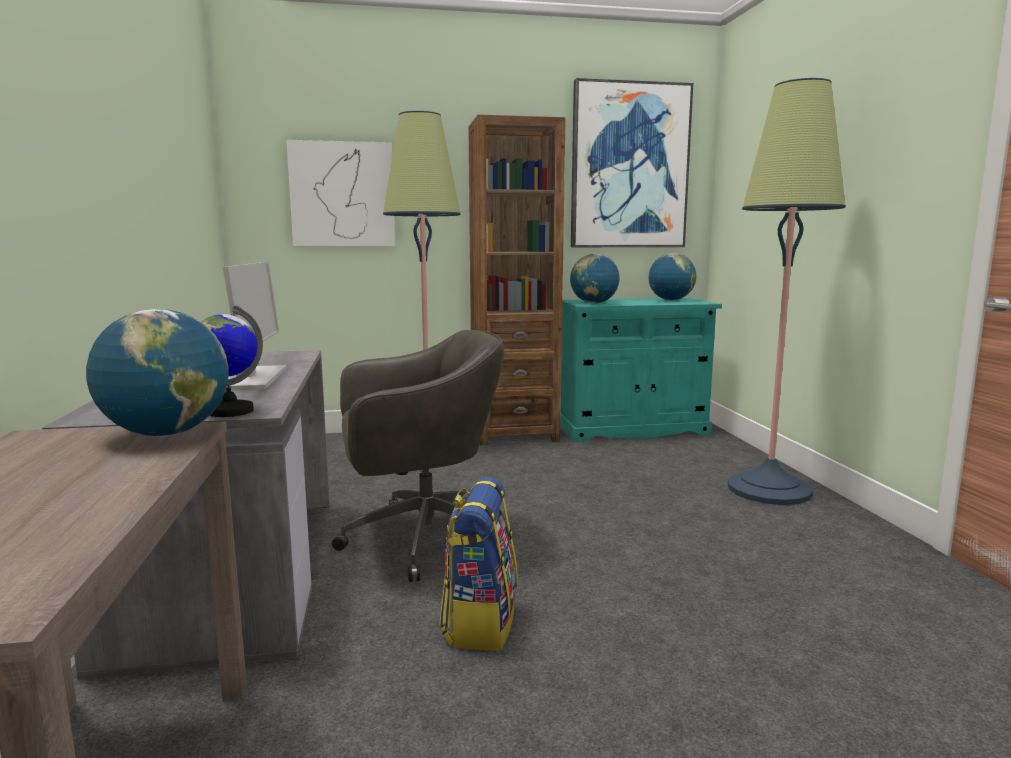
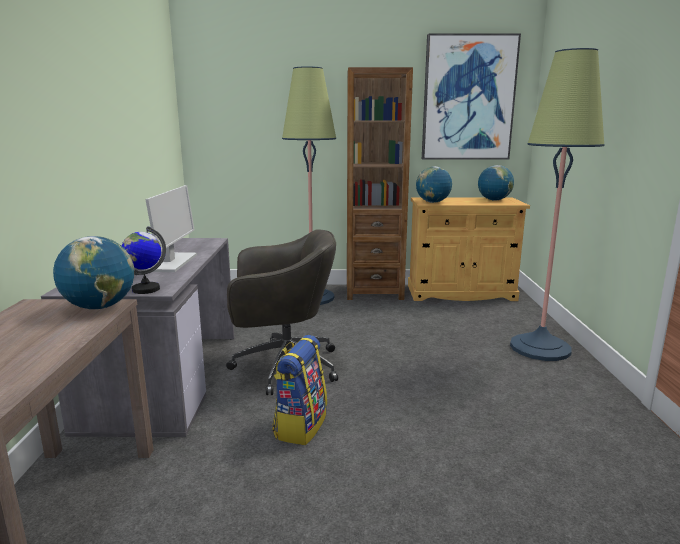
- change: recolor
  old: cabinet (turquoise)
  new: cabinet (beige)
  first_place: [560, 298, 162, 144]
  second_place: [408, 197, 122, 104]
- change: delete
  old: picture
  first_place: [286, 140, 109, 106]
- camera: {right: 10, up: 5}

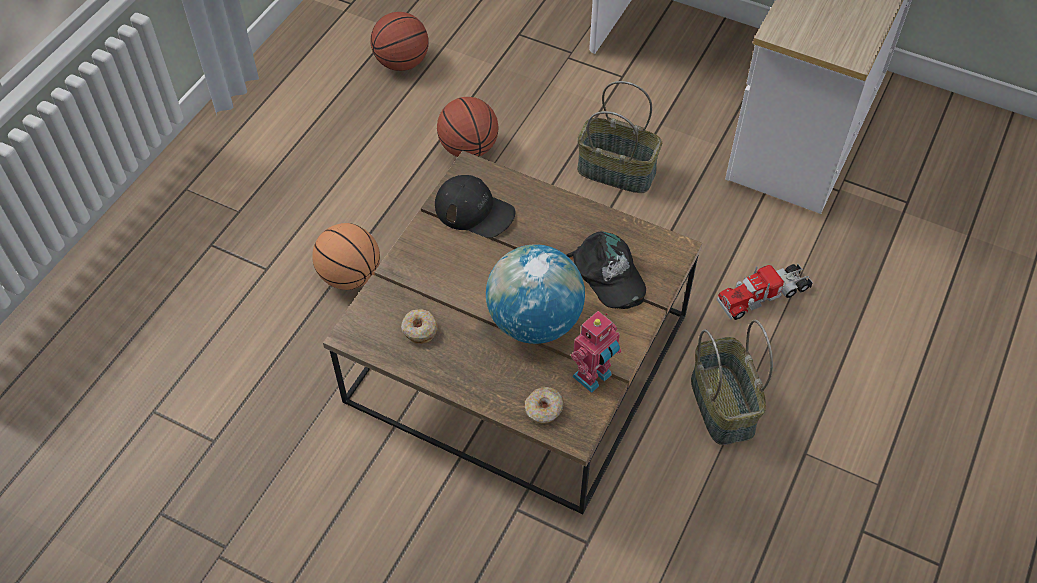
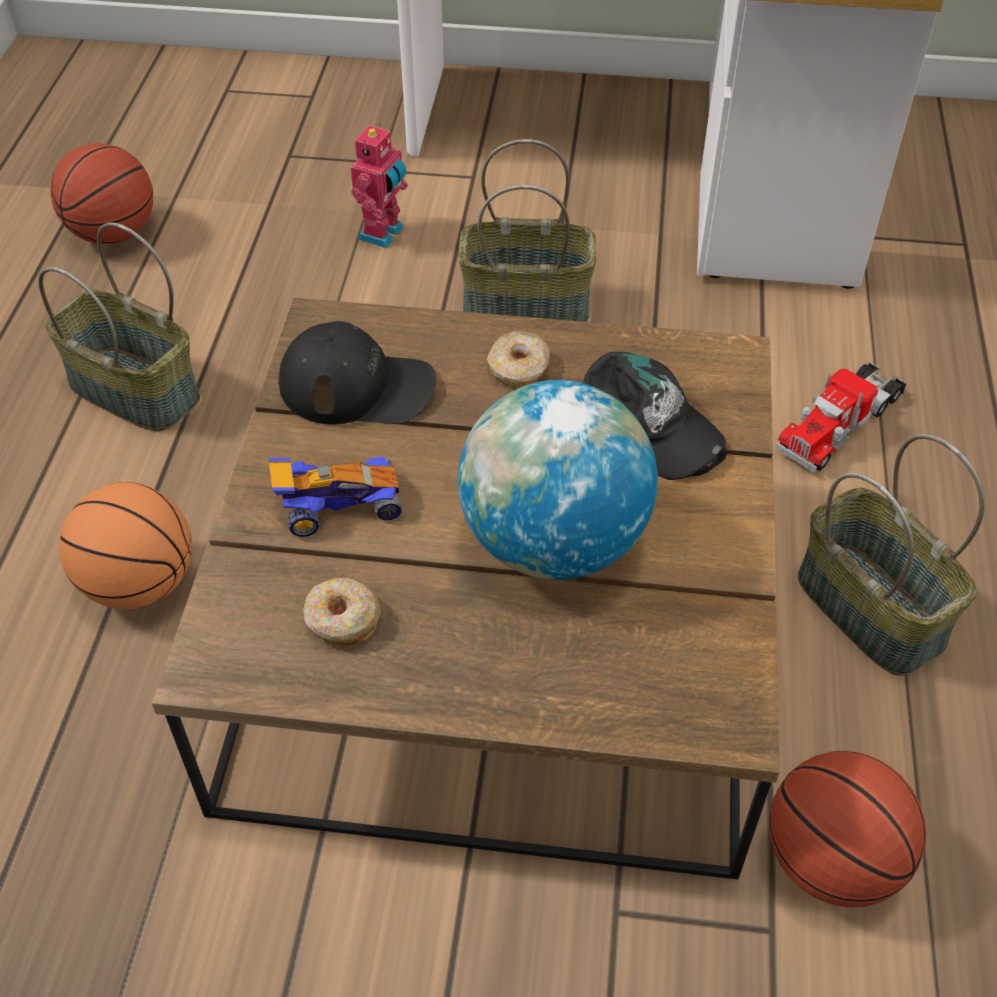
- change: insert
  new: basket
  second_place: [38, 222, 162, 209]
- change: insert
  new: toy car
  second_place: [268, 457, 134, 80]
- change: move
  old: toy robot
  first_place: [571, 311, 51, 82]
  second_place: [351, 123, 57, 125]
- change: move
  old: donut
  first_place: [525, 387, 39, 37]
  second_place: [487, 331, 63, 55]
- change: move
  old: basketball
  first_place: [437, 97, 62, 60]
  second_place: [769, 751, 157, 156]
- camera: {right: -20, up: -5}

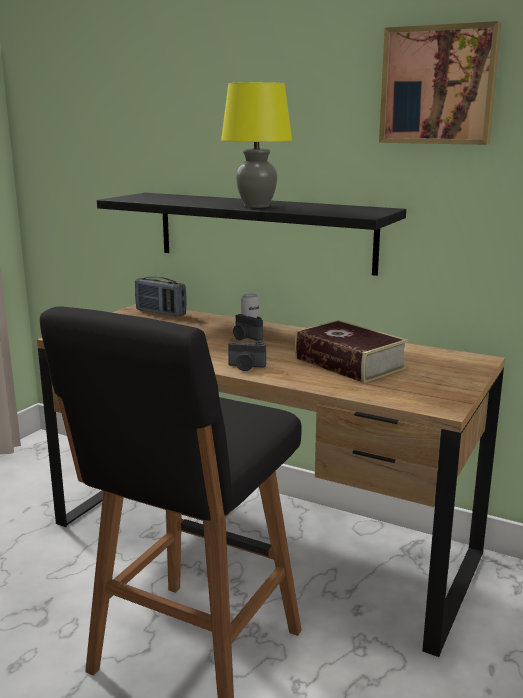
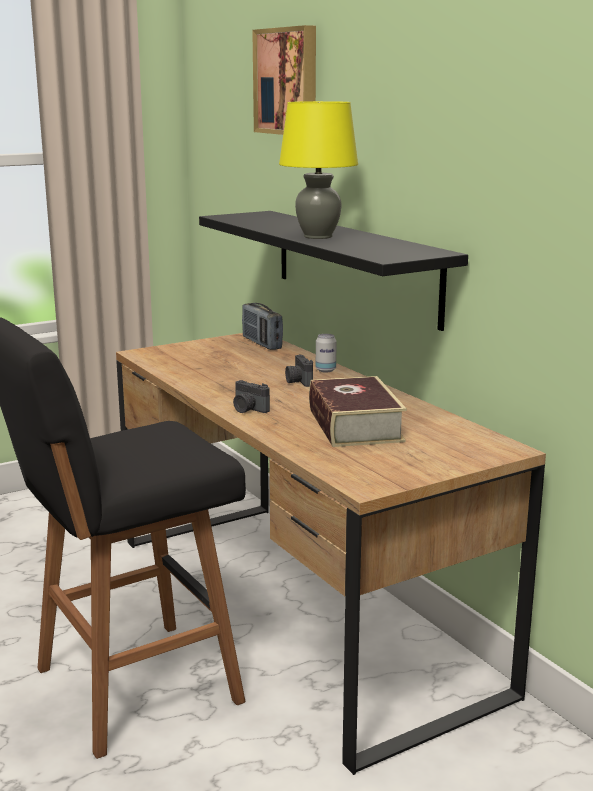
- change: move
  old: picture
  first_place: [379, 21, 122, 124]
  second_place: [252, 25, 64, 110]
- camera: {right: 30, up: 0}

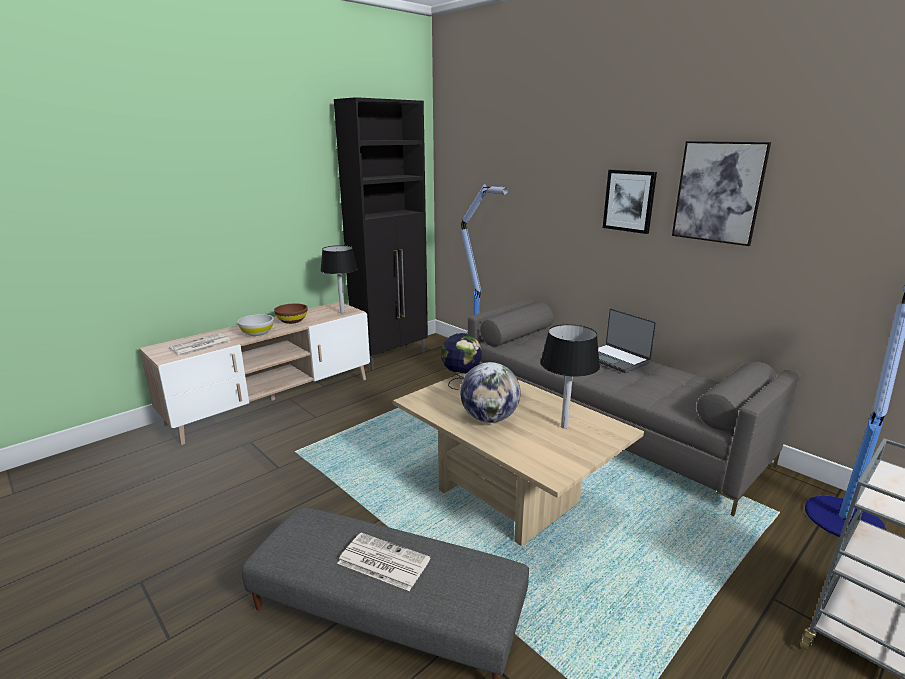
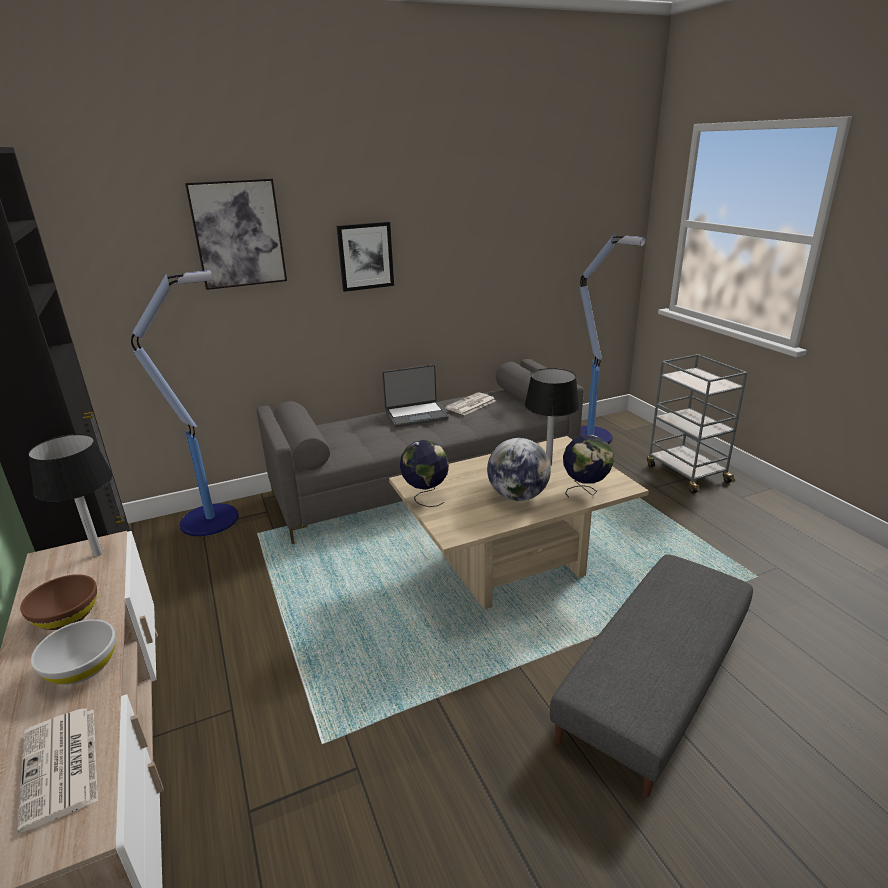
- change: move
  old: picture
  first_place: [672, 141, 99, 105]
  second_place: [185, 179, 102, 111]
- change: move
  old: newspaper
  first_place: [337, 533, 93, 58]
  second_place: [445, 392, 51, 23]
- change: insert
  new: globe
  second_place: [563, 435, 51, 63]
- camera: {right: -70, up: 5}

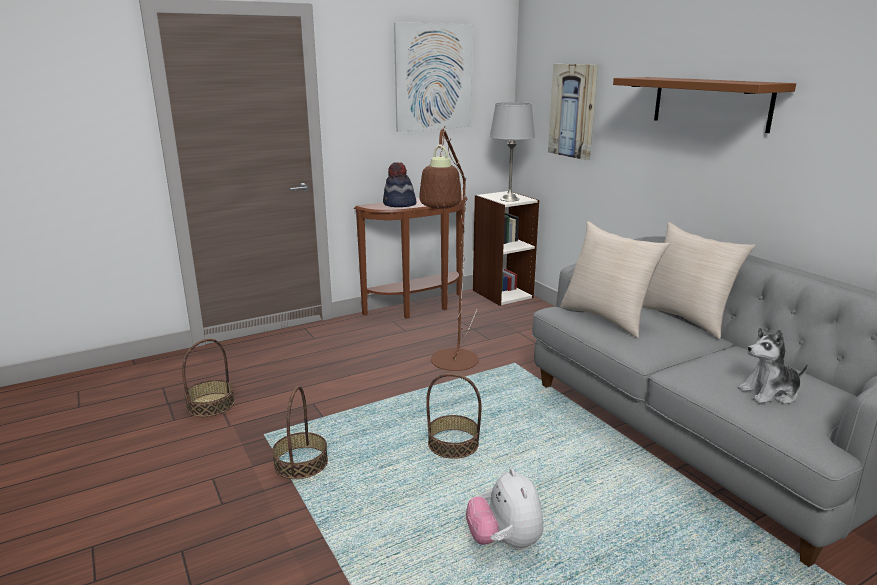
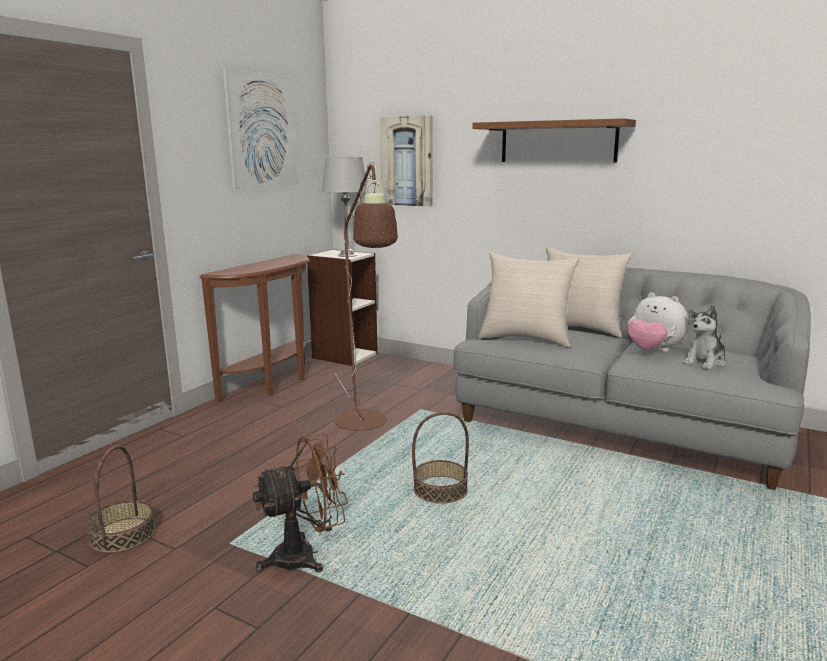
- change: replace
  old: basket
  new: fan (brown)
  first_place: [272, 386, 56, 93]
  second_place: [253, 433, 95, 140]
- change: move
  old: plush toy
  first_place: [466, 468, 77, 82]
  second_place: [627, 293, 61, 59]
- change: delete
  old: hat
  first_place: [383, 162, 34, 45]
- camera: {right: -30, up: -5}

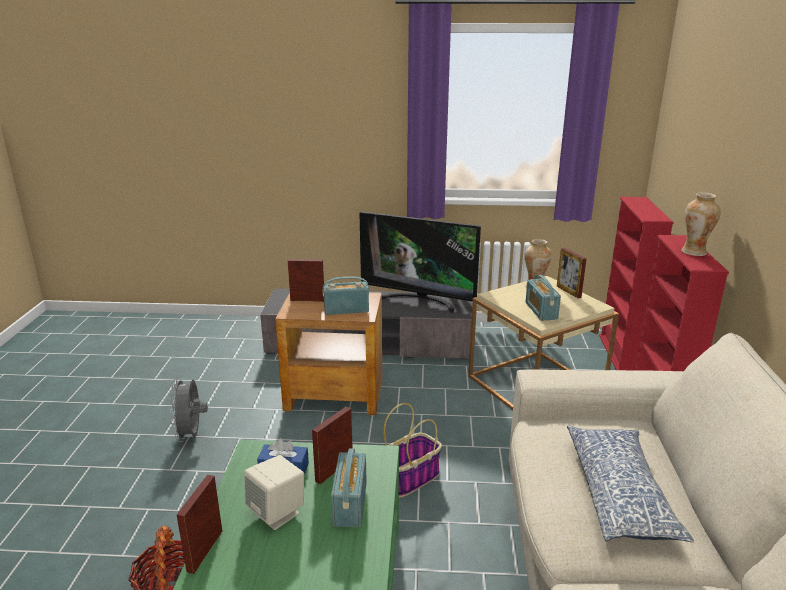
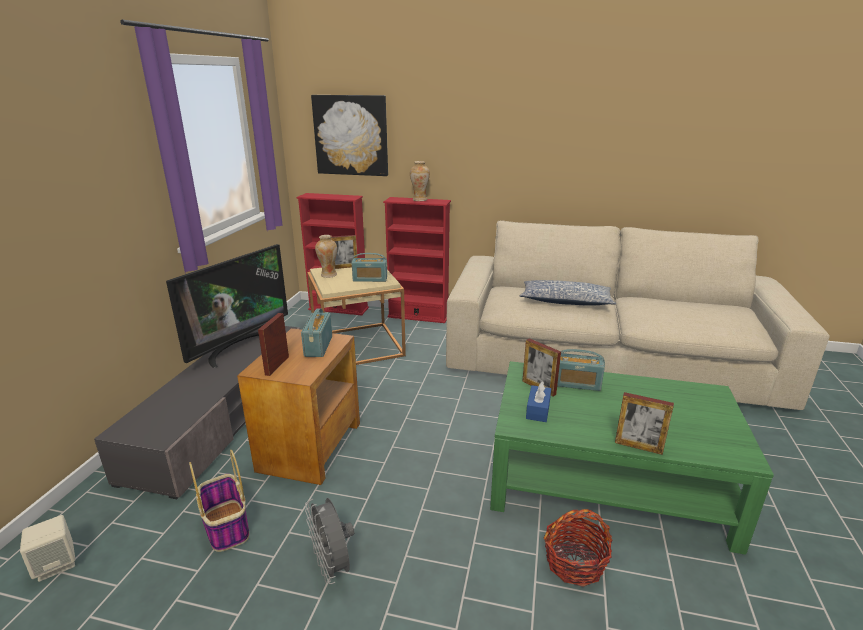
- change: move
  old: speaker (beige)
  first_place: [244, 455, 60, 75]
  second_place: [20, 515, 55, 67]
- change: move
  old: basket
  first_place: [384, 403, 58, 94]
  second_place: [189, 450, 60, 102]
- change: rotate
  old: fan (grey)
  first_place: [170, 376, 38, 66]
  second_place: [305, 498, 49, 86]
  degrees: 60
- change: insert
  new: picture
  second_place: [311, 95, 77, 81]
- camera: {right: -80, up: 0}

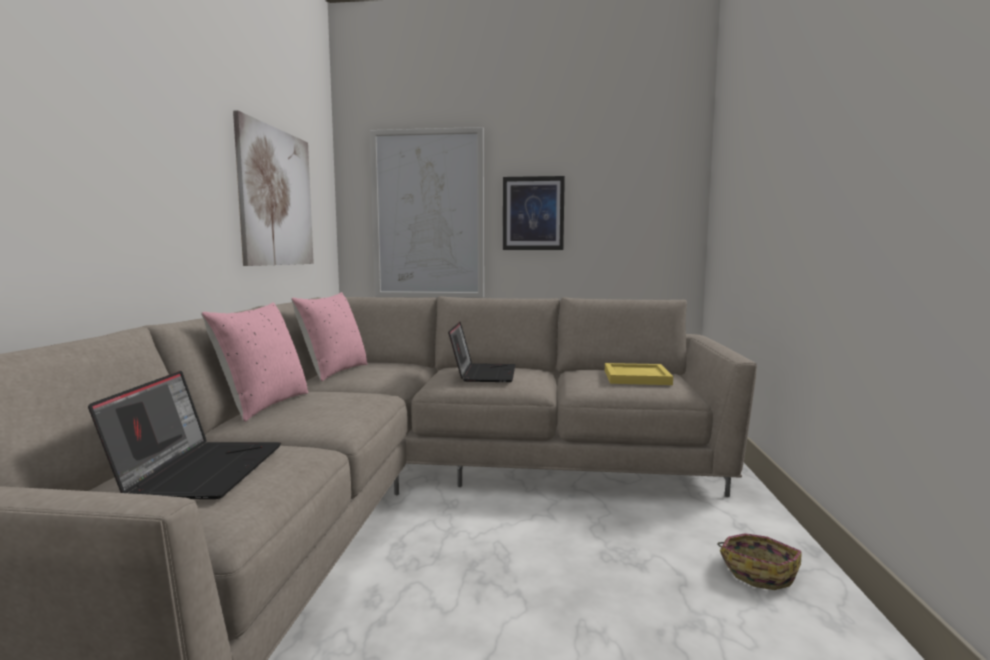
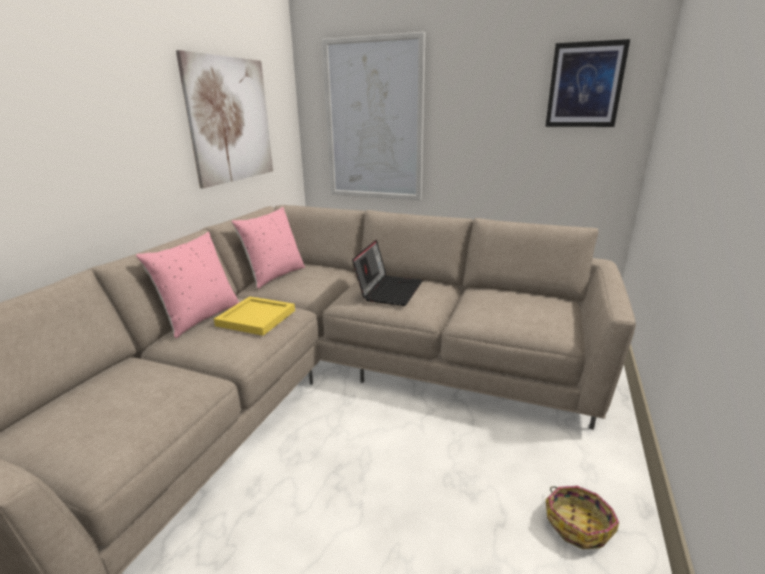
- change: move
  old: tray (yellow)
  first_place: [605, 363, 68, 22]
  second_place: [214, 296, 81, 40]
- change: move
  old: picture
  first_place: [503, 176, 62, 74]
  second_place: [545, 39, 85, 88]
- change: delete
  old: laptop
  first_place: [88, 371, 193, 128]
- camera: {right: 15, up: 15}

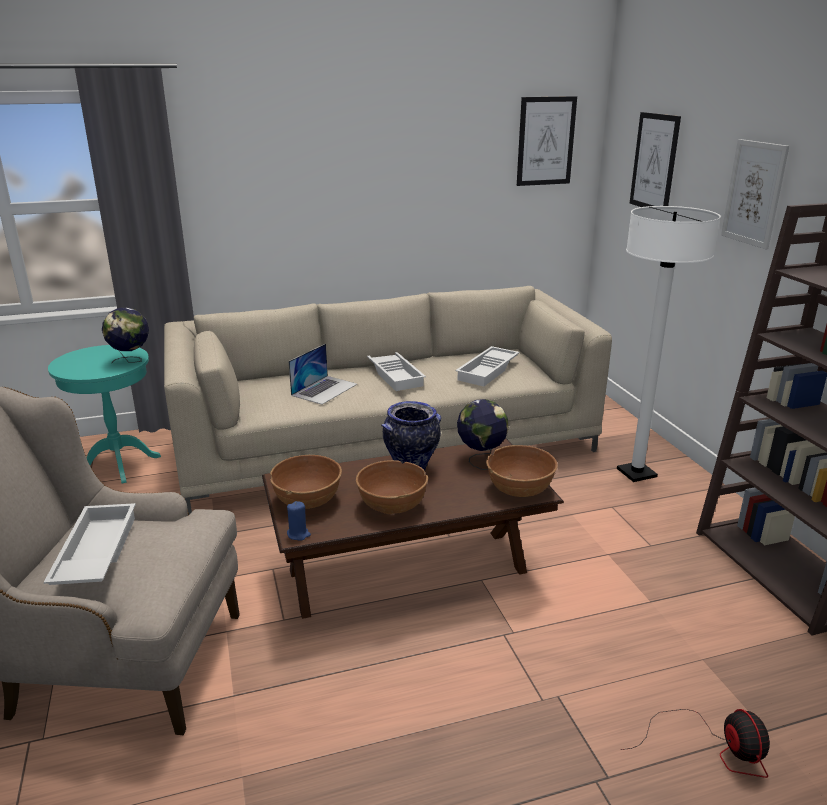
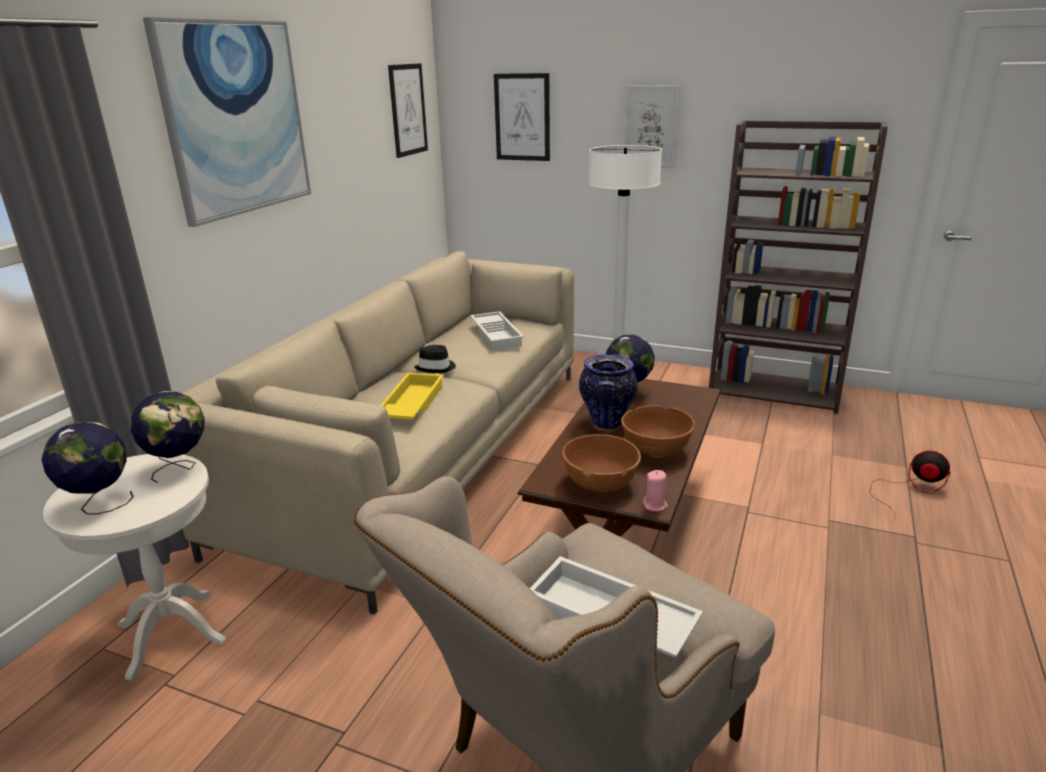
- change: insert
  new: globe
  second_place: [42, 422, 92, 92]
- change: recolor
  old: side table (turquoise)
  new: side table (white)
  first_place: [48, 345, 113, 139]
  second_place: [43, 454, 184, 227]
- change: insert
  new: picture
  second_place: [143, 17, 168, 210]
- change: replace
  old: laptop
  new: tray (yellow)
  first_place: [289, 344, 68, 60]
  second_place: [381, 373, 63, 47]
- change: replace
  old: tray (white)
  new: hat (black)
  first_place: [367, 352, 59, 39]
  second_place: [414, 345, 42, 28]
- change: recolor
  old: candle (blue)
  new: candle (pink)
  first_place: [287, 501, 24, 40]
  second_place: [643, 470, 25, 41]
- change: delete
  old: bowl (brown)
  first_place: [486, 445, 72, 52]
- camera: {right: -50, up: 0}

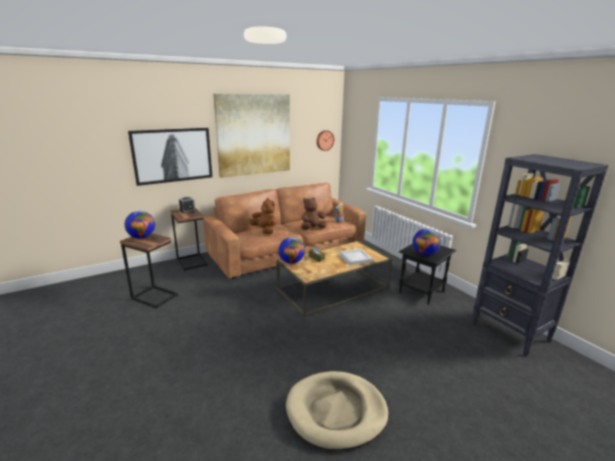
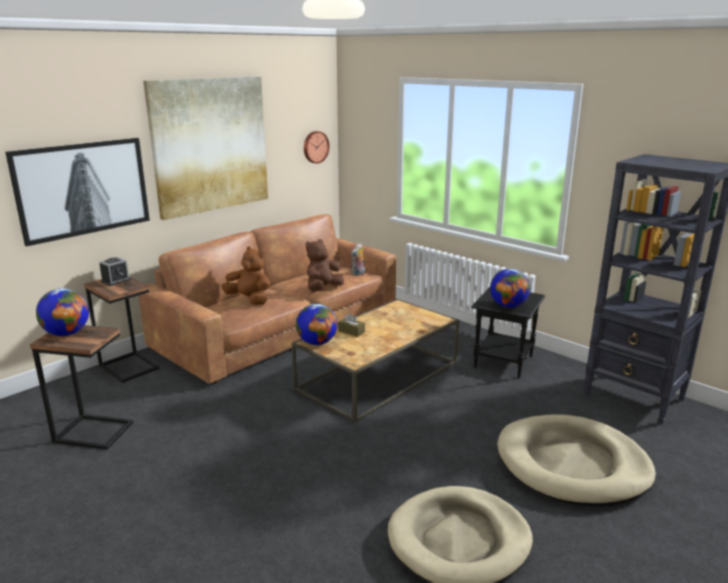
- change: insert
  new: dog bed (beige)
  second_place: [497, 414, 159, 92]
- change: delete
  old: tray (white)
  first_place: [339, 249, 34, 16]
- camera: {right: -15, up: 0}

